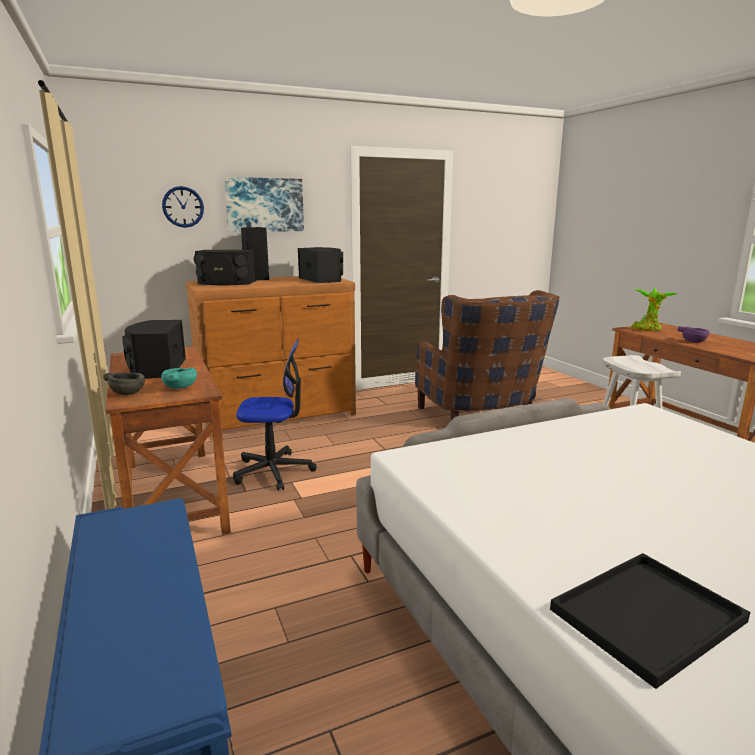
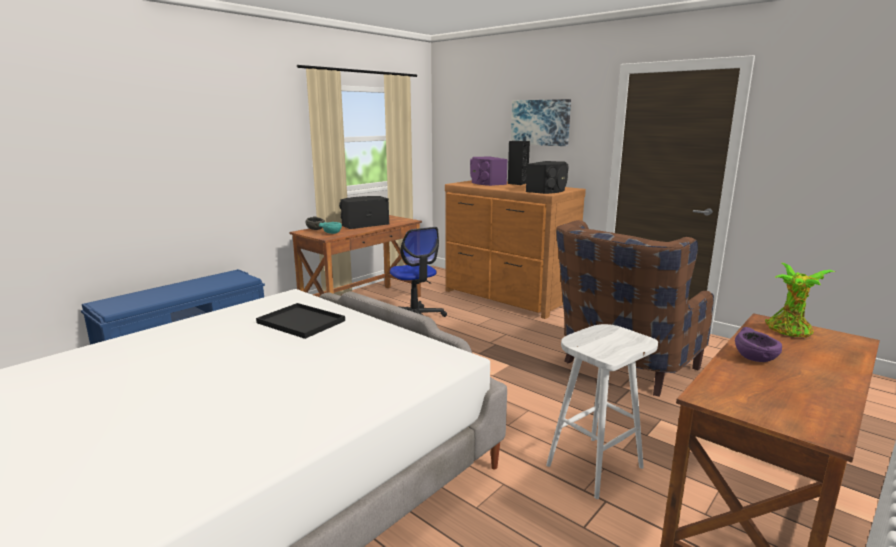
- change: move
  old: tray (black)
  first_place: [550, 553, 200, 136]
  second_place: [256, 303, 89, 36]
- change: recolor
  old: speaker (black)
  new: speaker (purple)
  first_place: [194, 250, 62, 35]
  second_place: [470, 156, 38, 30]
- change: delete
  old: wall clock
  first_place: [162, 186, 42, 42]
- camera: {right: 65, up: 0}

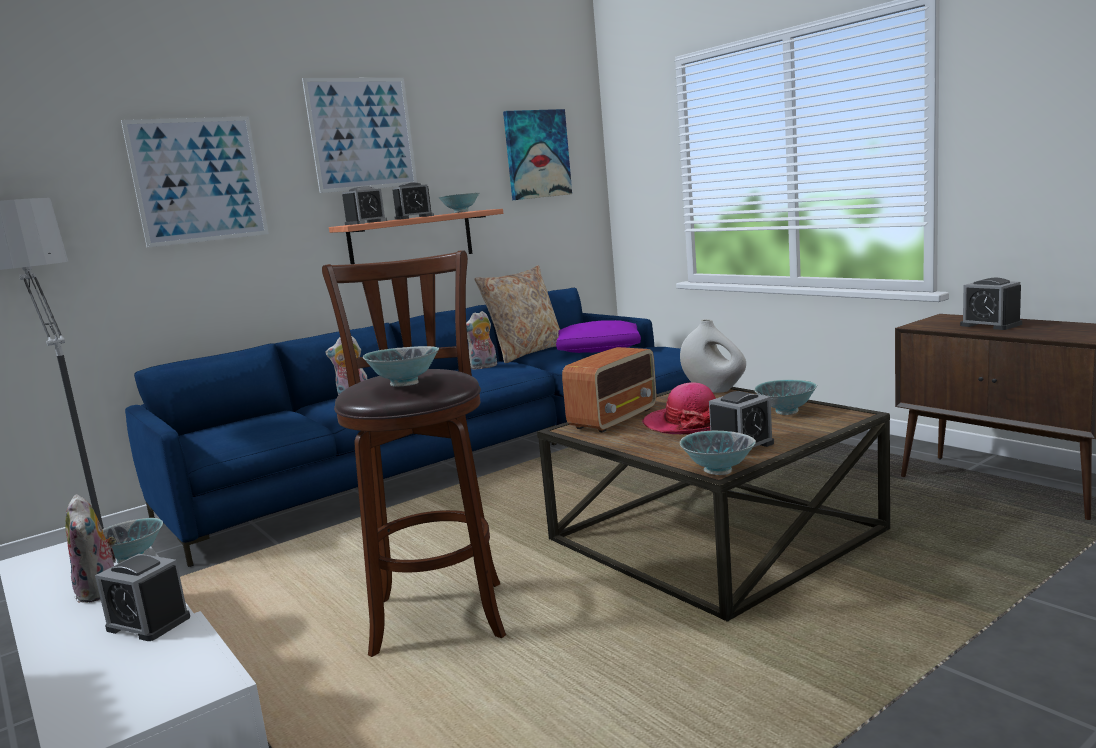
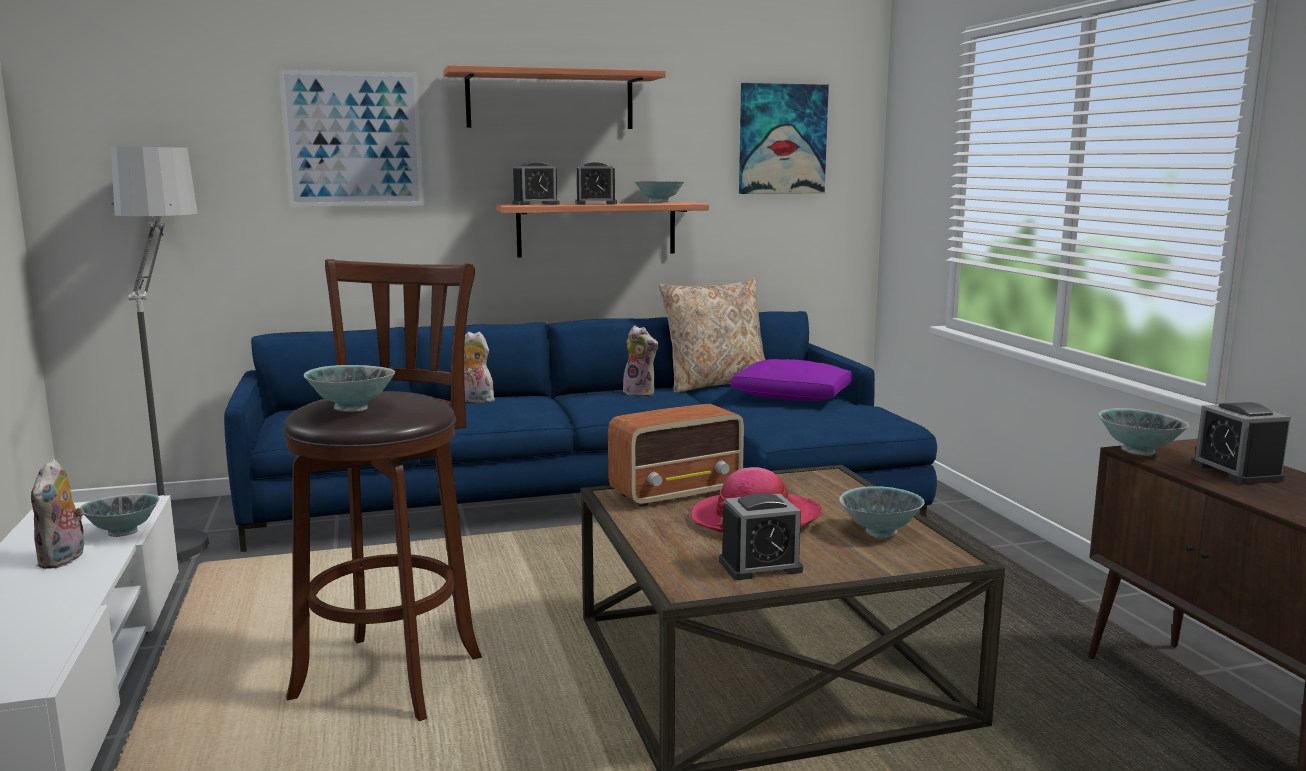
- change: replace
  old: picture
  new: shelf
  first_place: [302, 78, 115, 115]
  second_place: [443, 65, 223, 64]
- change: rotate
  old: plush toy
  first_place: [466, 311, 31, 59]
  second_place: [623, 326, 35, 71]
  degrees: -135
- change: move
  old: bowl
  first_place: [680, 431, 76, 44]
  second_place: [1098, 408, 91, 48]
- change: delete
  old: alarm clock
  first_place: [95, 554, 95, 87]
- change: delete
  old: vase (white)
  first_place: [680, 319, 66, 74]
- camera: {right: 20, up: 0}

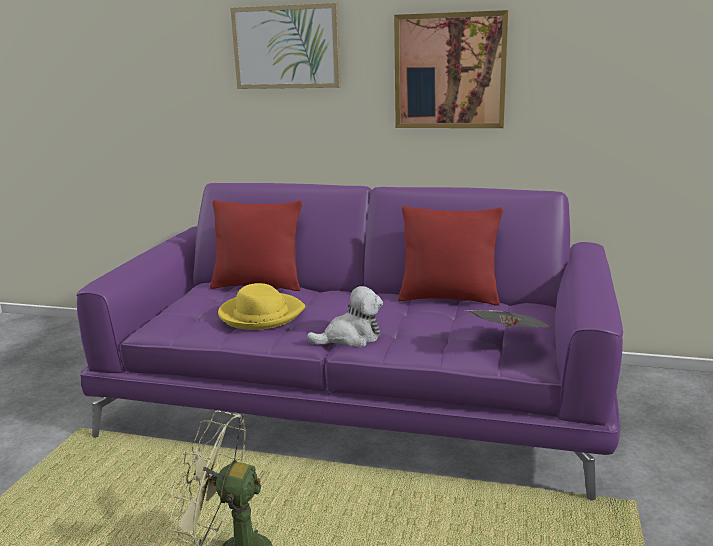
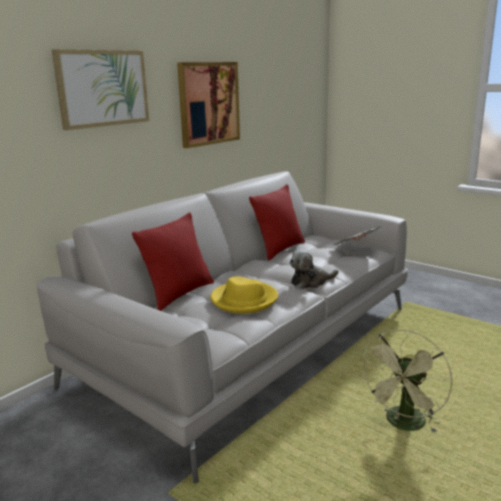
- change: recolor
  old: sofa (purple)
  new: sofa (grey)
  first_place: [76, 183, 547, 318]
  second_place: [36, 171, 372, 313]
- change: rotate
  old: plush toy
  first_place: [307, 286, 76, 61]
  second_place: [289, 249, 49, 40]
  degrees: -120
- camera: {right: -65, up: 0}

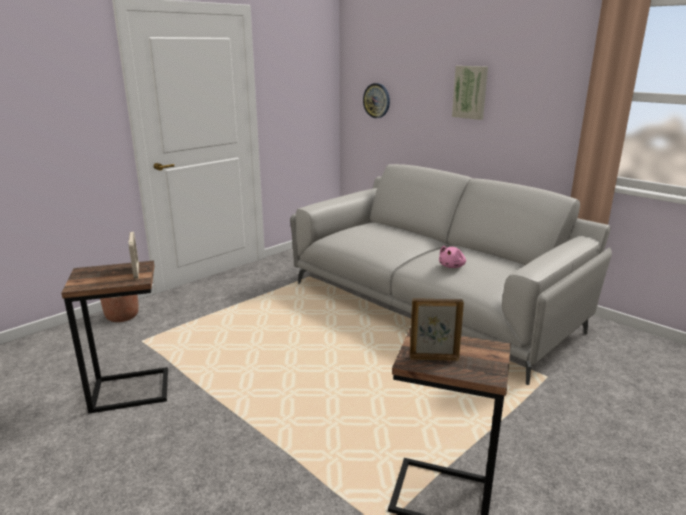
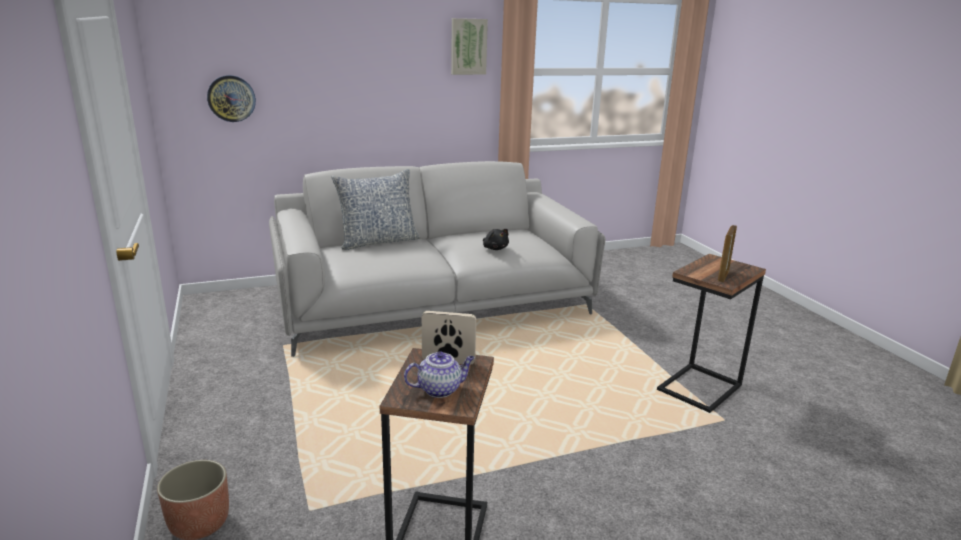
- change: insert
  new: pillow
  second_place: [331, 169, 89, 81]
- change: insert
  new: teapot
  second_place: [404, 351, 71, 47]
- change: move
  old: picture
  first_place: [452, 66, 36, 54]
  second_place: [451, 18, 37, 57]
- change: recolor
  old: plush toy (pink)
  new: plush toy (black)
  first_place: [439, 246, 27, 22]
  second_place: [483, 229, 26, 21]
- camera: {right: -65, up: 0}

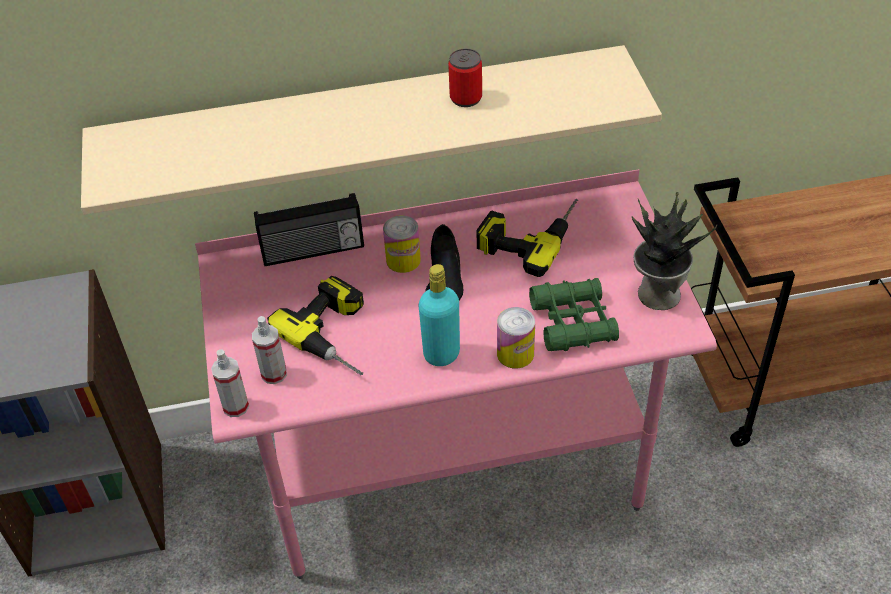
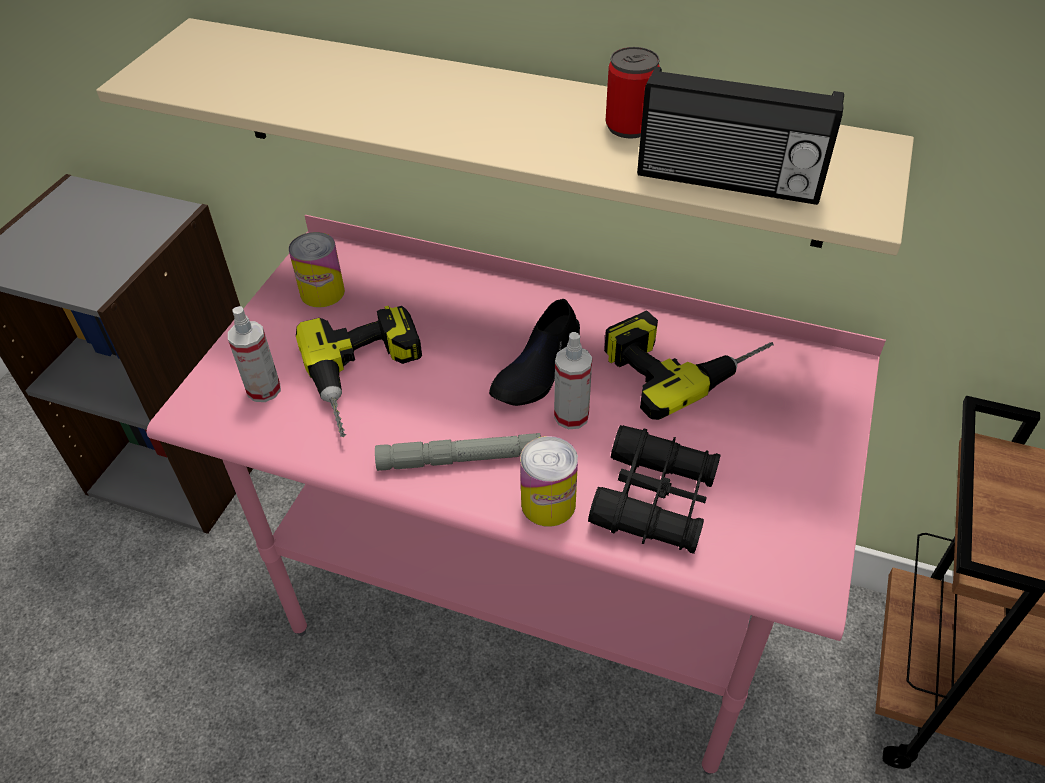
- change: move
  old: can
  first_place: [383, 215, 38, 58]
  second_place: [289, 232, 56, 75]
- change: replace
  old: bottle (turquoise)
  new: flashlight (grey)
  first_place: [418, 264, 42, 102]
  second_place: [375, 433, 166, 38]
- change: move
  old: spray bottle
  first_place: [211, 349, 38, 68]
  second_place: [554, 332, 38, 97]
- change: recolor
  old: binoculars (green)
  new: binoculars (black)
  first_place: [529, 278, 90, 73]
  second_place: [588, 425, 132, 129]
- change: move
  old: radio
  first_place: [254, 193, 110, 73]
  second_place: [637, 66, 207, 139]
- change: delete
  old: potted plant
  first_place: [632, 192, 85, 118]
- camera: {right: 30, up: 0}

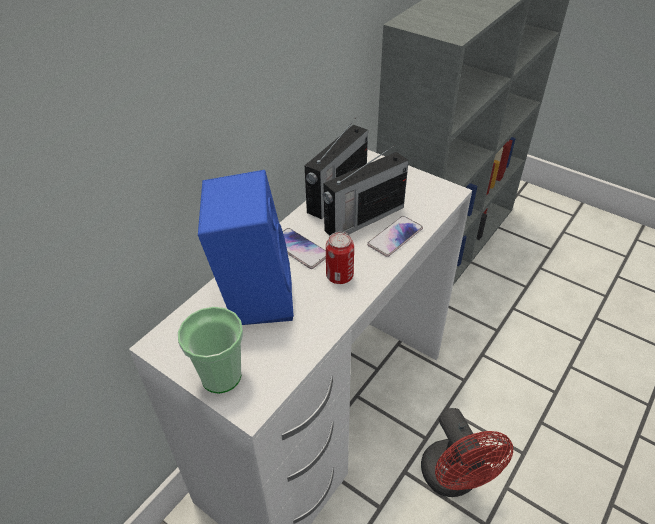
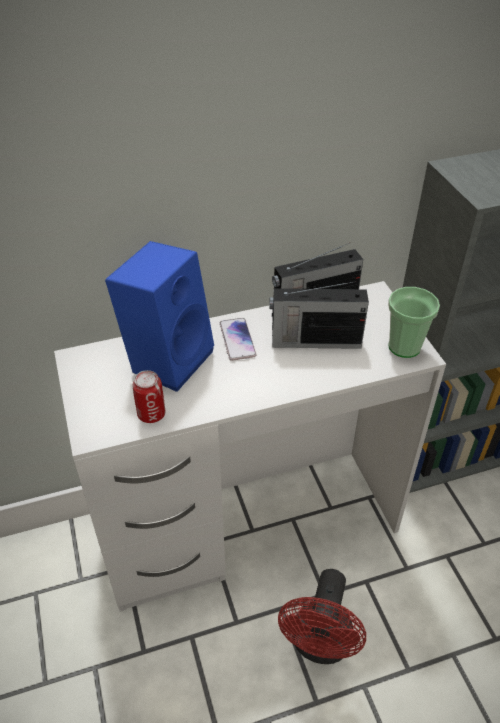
- change: move
  old: can
  first_place: [326, 232, 28, 52]
  second_place: [132, 370, 34, 53]
- change: move
  old: cup
  first_place: [178, 307, 66, 87]
  second_place: [388, 287, 52, 71]
- change: delete
  old: phone
  first_place: [367, 216, 56, 41]
- camera: {right: 35, up: 0}

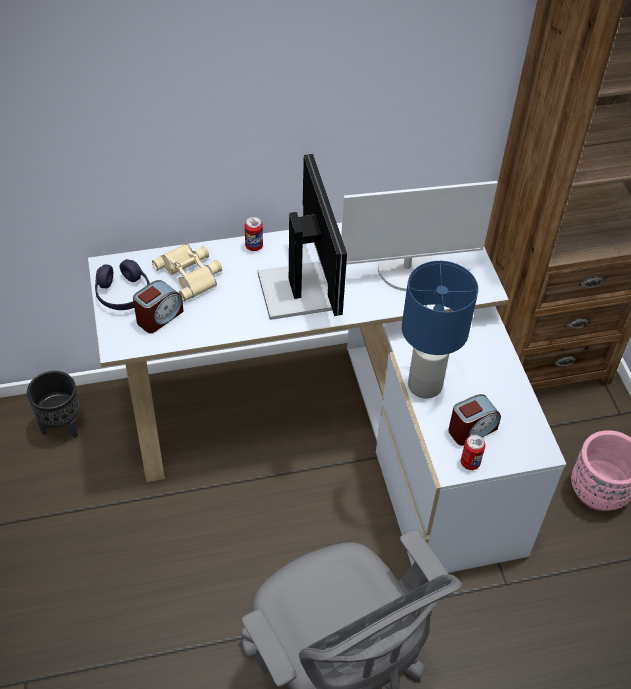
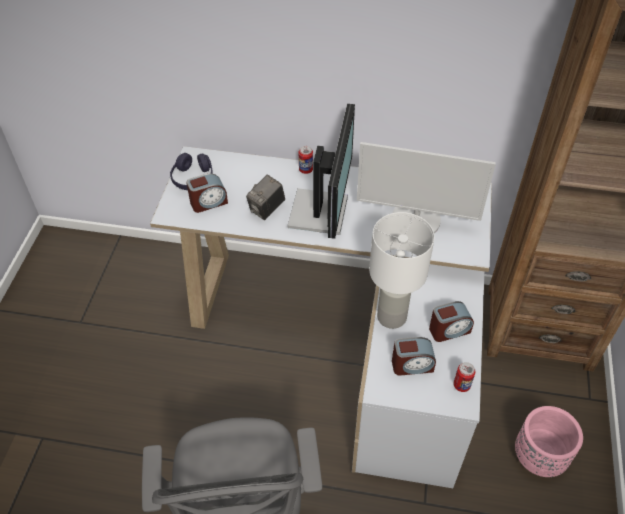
- change: insert
  new: photo camera
  second_place: [246, 175, 39, 45]
- change: recolor
  old: table lamp (blue)
  new: table lamp (white)
  first_place: [402, 261, 76, 138]
  second_place: [369, 212, 66, 117]
- change: insert
  new: alarm clock
  second_place: [429, 301, 45, 41]
- change: move
  old: can
  first_place: [461, 435, 25, 35]
  second_place: [453, 362, 22, 30]
- change: delete
  old: planter (black)
  first_place: [27, 371, 52, 67]
- change: delete
  old: binoculars (beige)
  first_place: [152, 244, 70, 57]
- camera: {right: 25, up: 0}

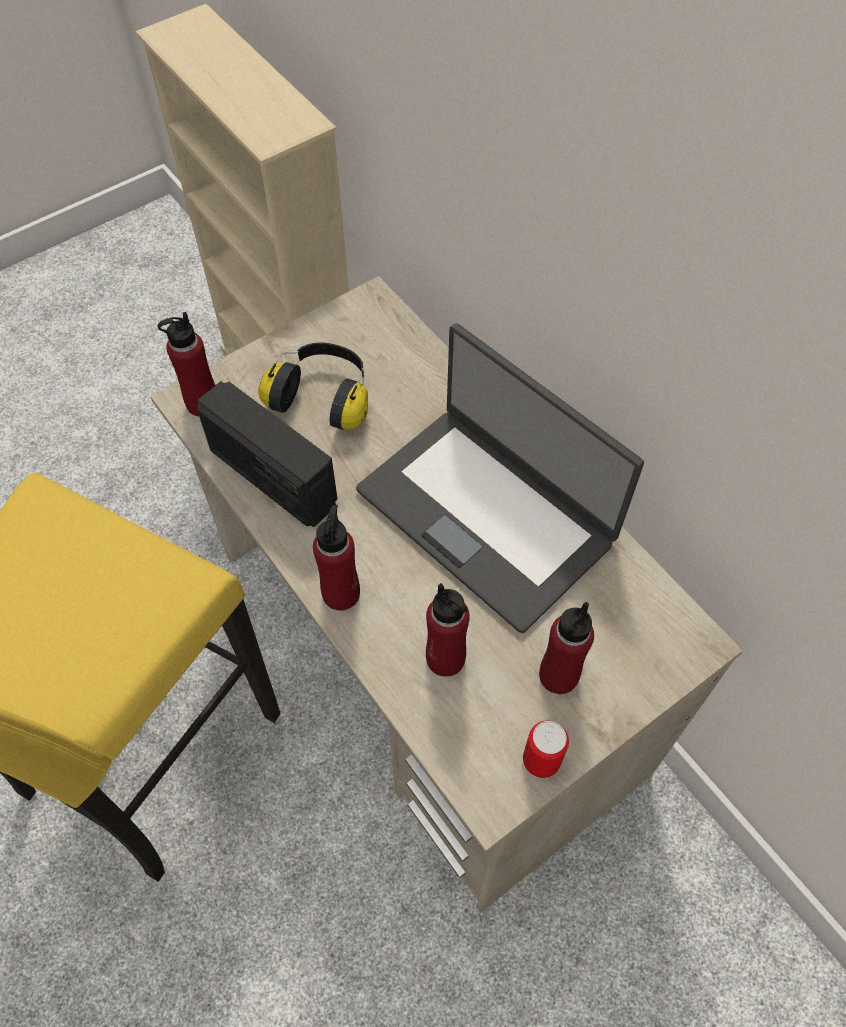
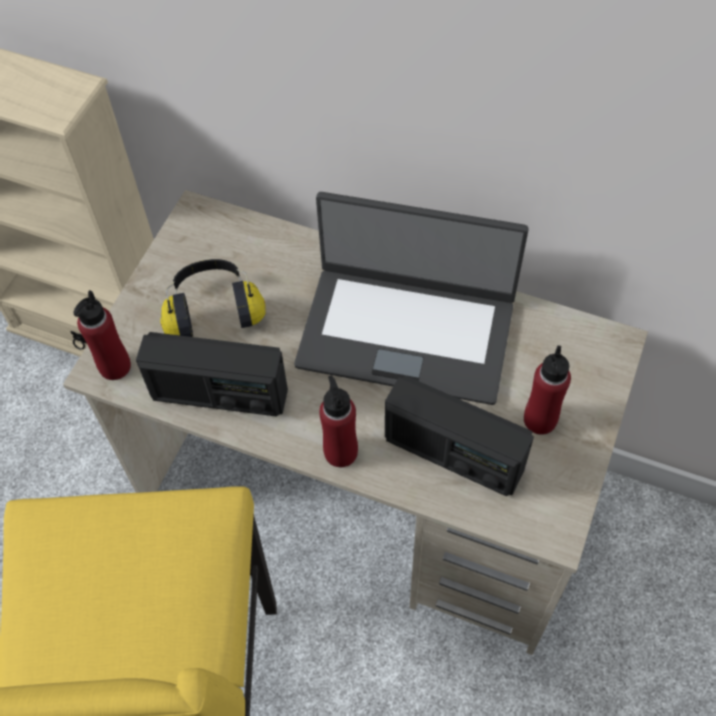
- change: replace
  old: bottle (red)
  new: radio
  first_place: [426, 583, 44, 94]
  second_place: [385, 375, 149, 121]
- change: delete
  old: can
  first_place: [523, 721, 46, 58]
- camera: {right: -30, up: 0}

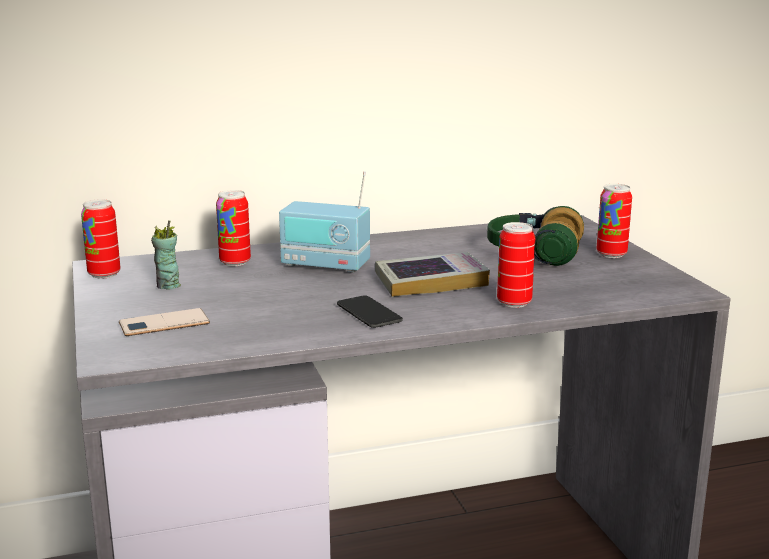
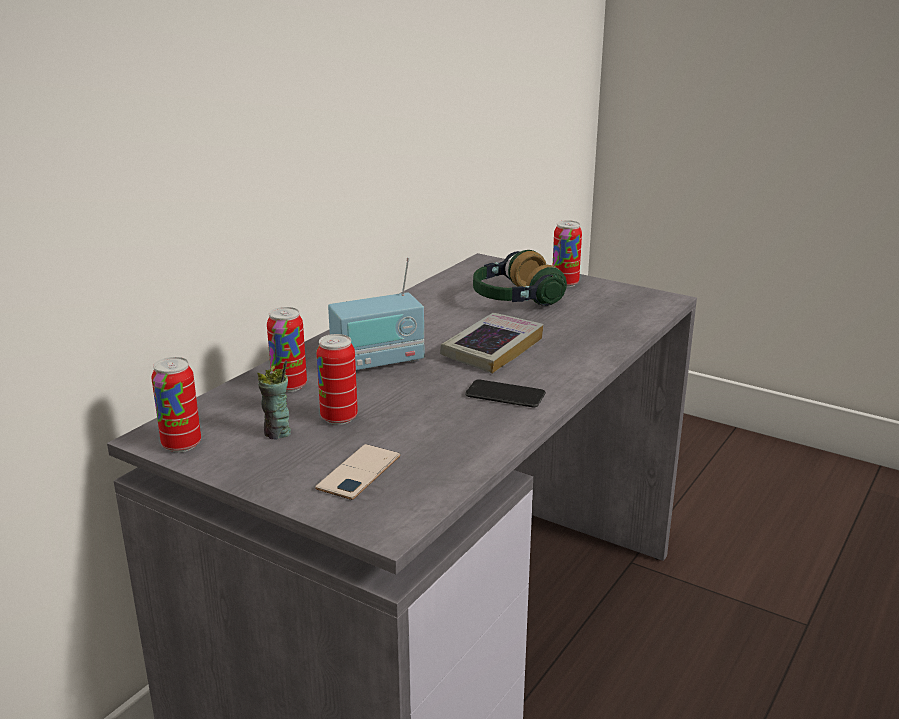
- change: move
  old: can
  first_place: [497, 222, 38, 86]
  second_place: [316, 334, 42, 91]
- camera: {right: -40, up: 5}

